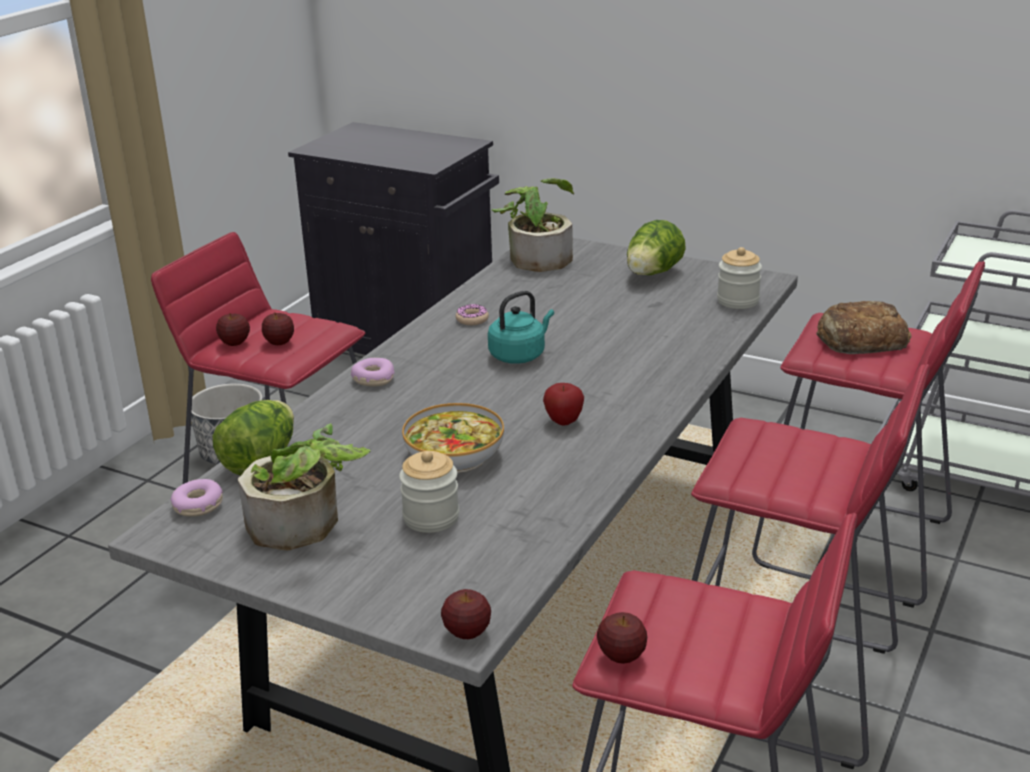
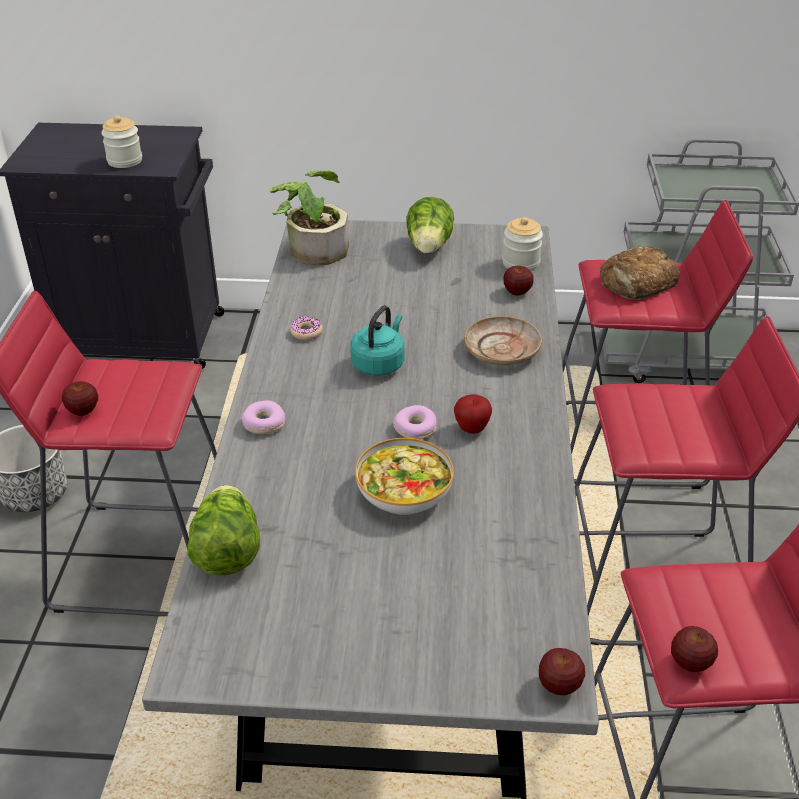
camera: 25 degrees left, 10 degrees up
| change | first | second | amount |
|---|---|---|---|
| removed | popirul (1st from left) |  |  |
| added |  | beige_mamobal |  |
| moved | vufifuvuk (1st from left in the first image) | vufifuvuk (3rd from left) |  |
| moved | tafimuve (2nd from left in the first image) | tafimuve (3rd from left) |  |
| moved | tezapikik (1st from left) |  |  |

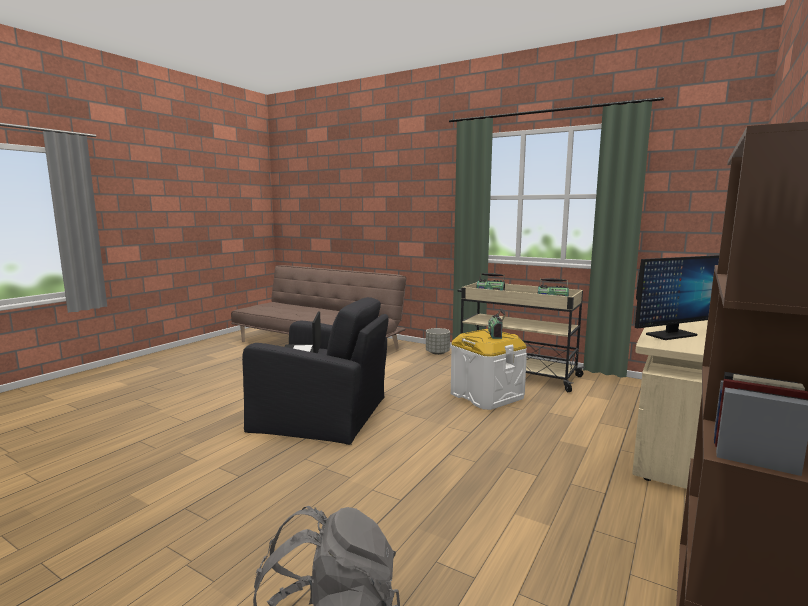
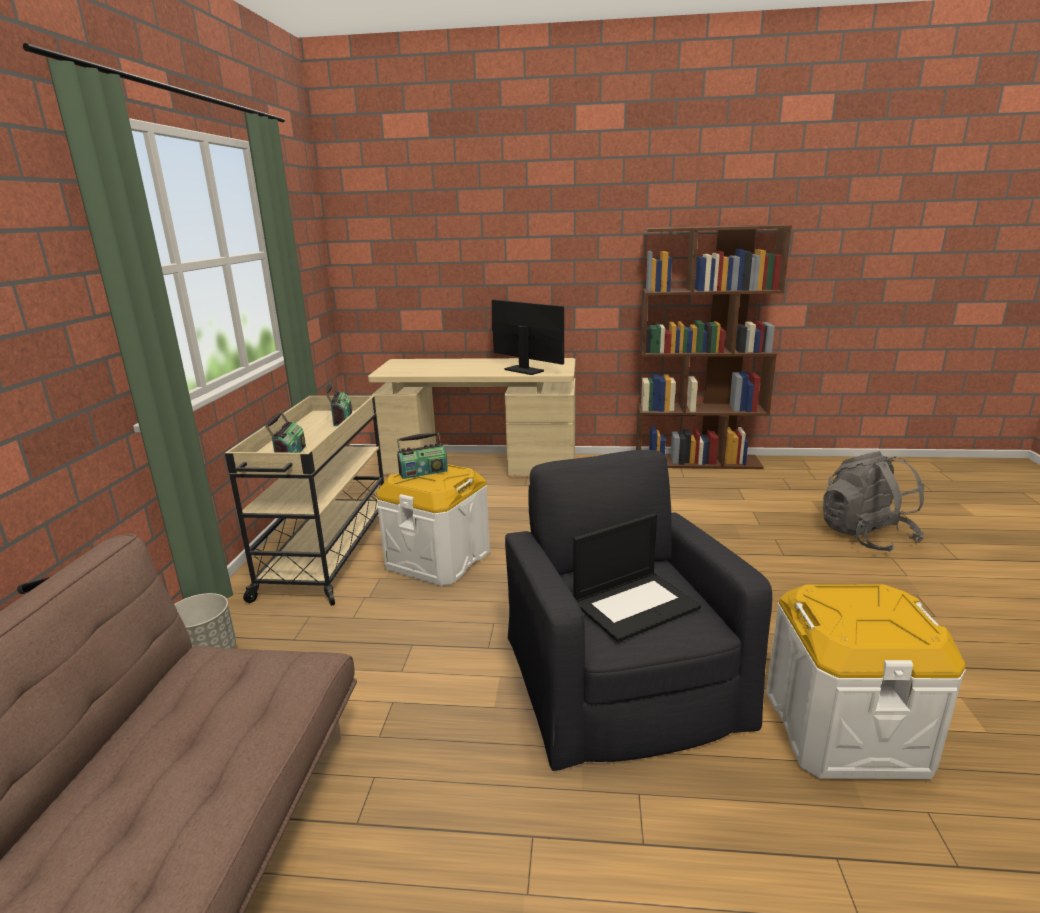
camera: 115 degrees left, 10 degrees up
| change | first | second | amount |
|---|---|---|---|
| added |  | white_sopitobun (2nd from left) |  |

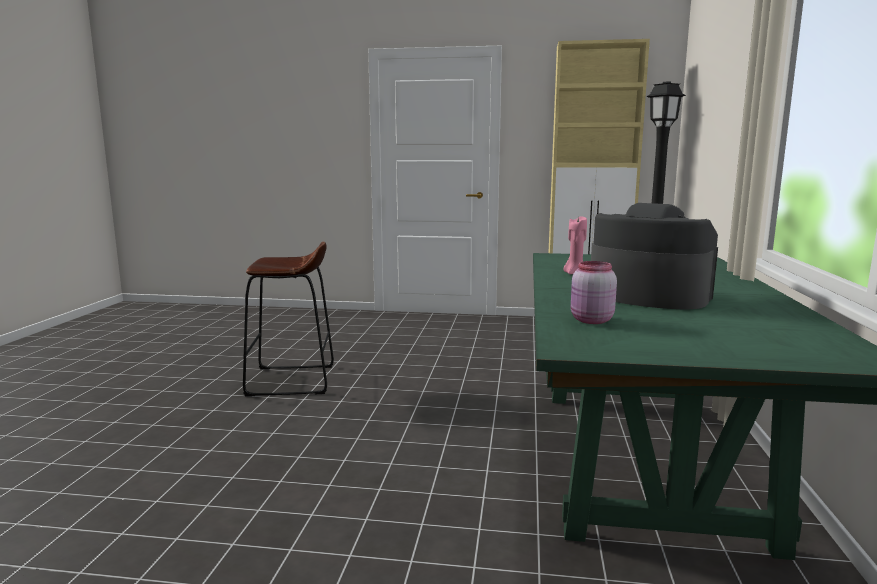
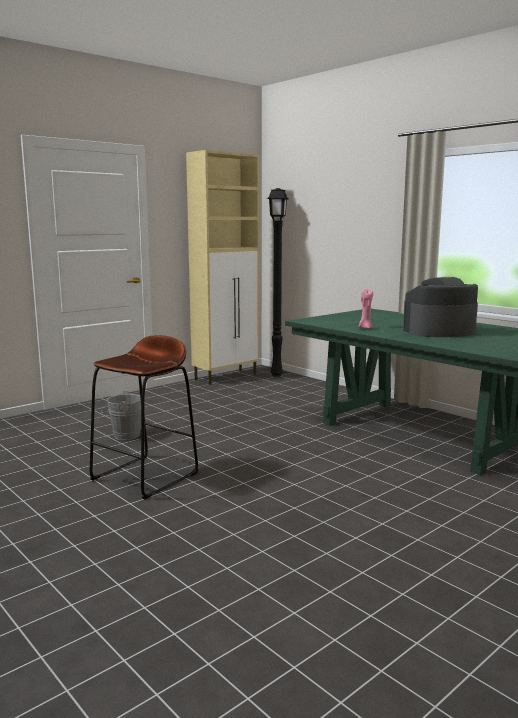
camera: 50 degrees left, 0 degrees up
| change | first | second | amount |
|---|---|---|---|
| removed | pink_tezapikik |  |  |
| added |  | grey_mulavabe |  |

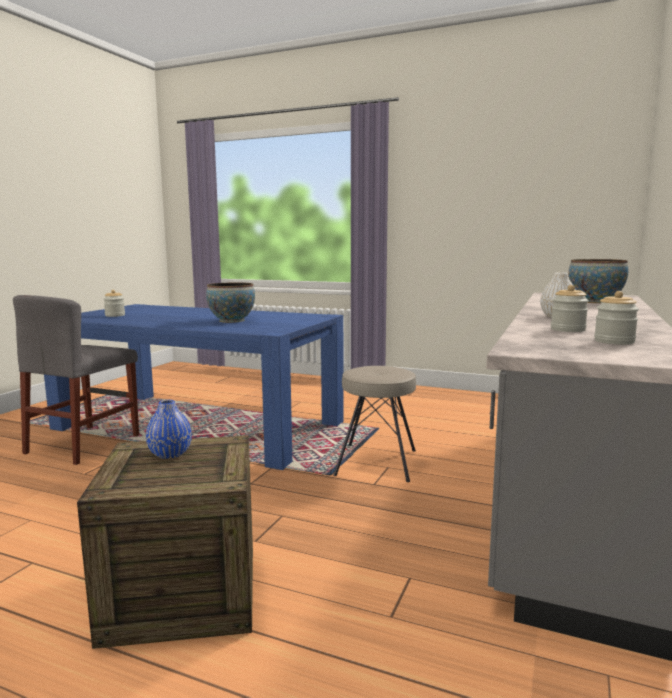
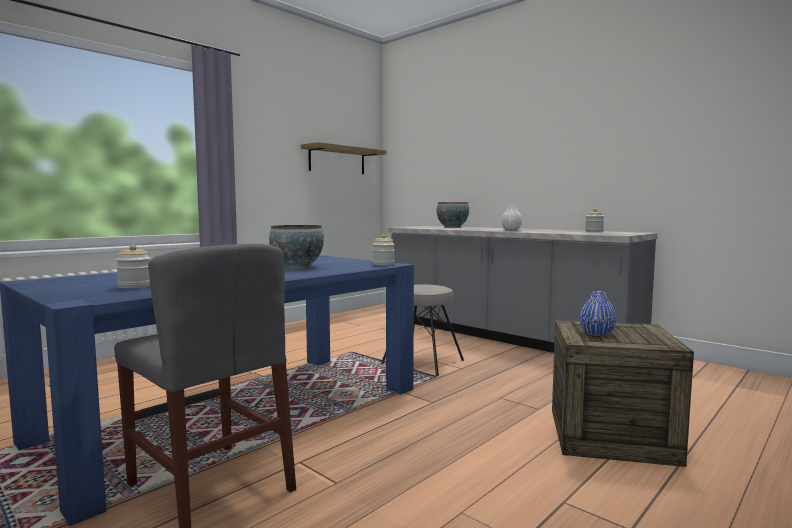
camera: 70 degrees left, 5 degrees down
| change | first | second | amount |
|---|---|---|---|
| added |  | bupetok |  |
| moved | tezapikik (2nd from left) |  |  |

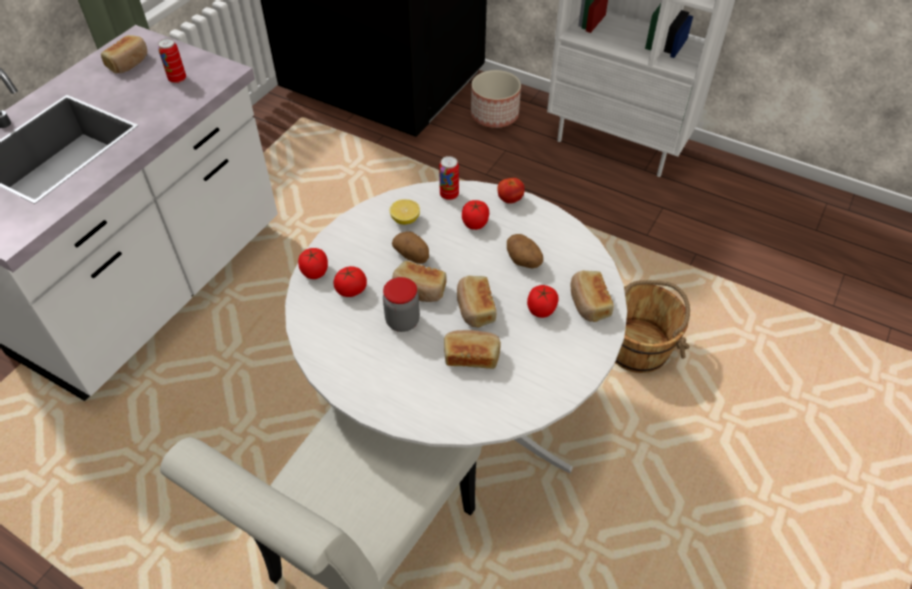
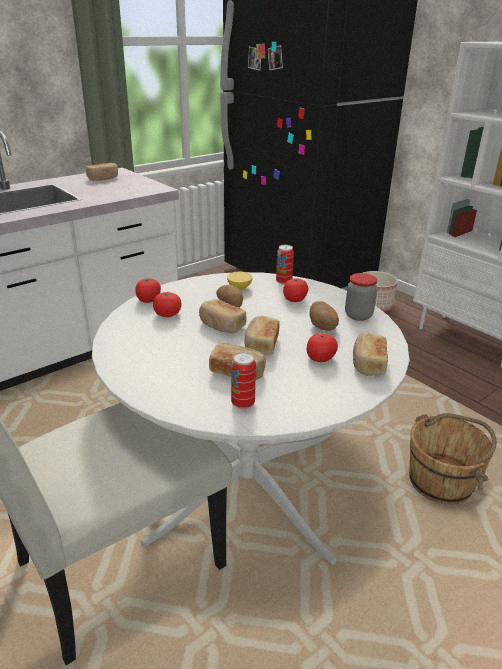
camera: 20 degrees right, 20 degrees down
| change | first | second | amount |
|---|---|---|---|
| removed | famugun (4th from left) |  |  |
| moved | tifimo (1st from left) |  |  |
| moved | tezapikik |  |  |

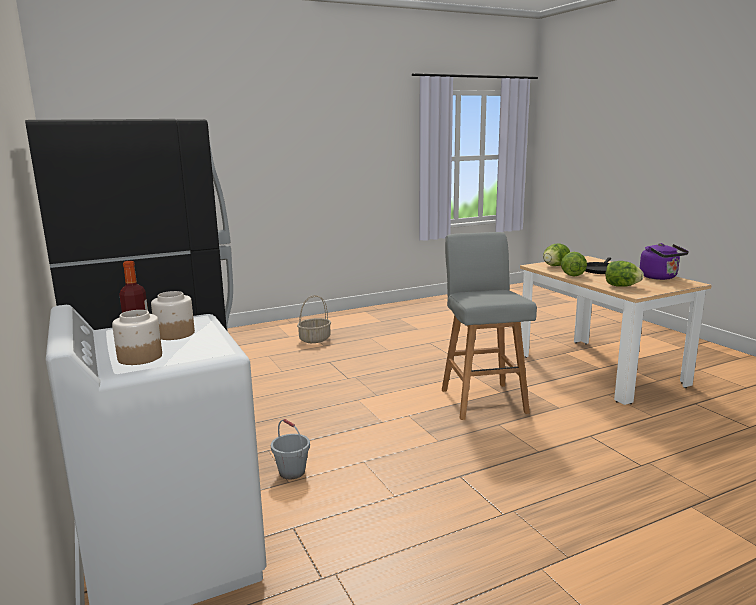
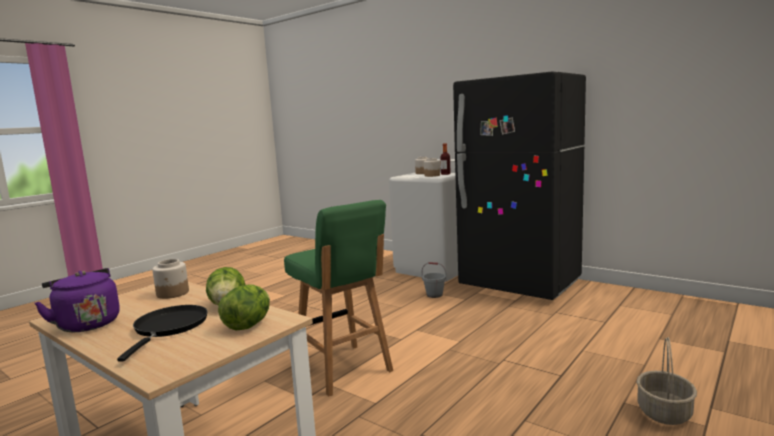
camera: 155 degrees right, 5 degrees down
| change | first | second | amount |
|---|---|---|---|
| replaced | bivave (3rd from left) | tezapikik (1st from left) |  |
| recoloured | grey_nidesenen | green_nidesenen |  |

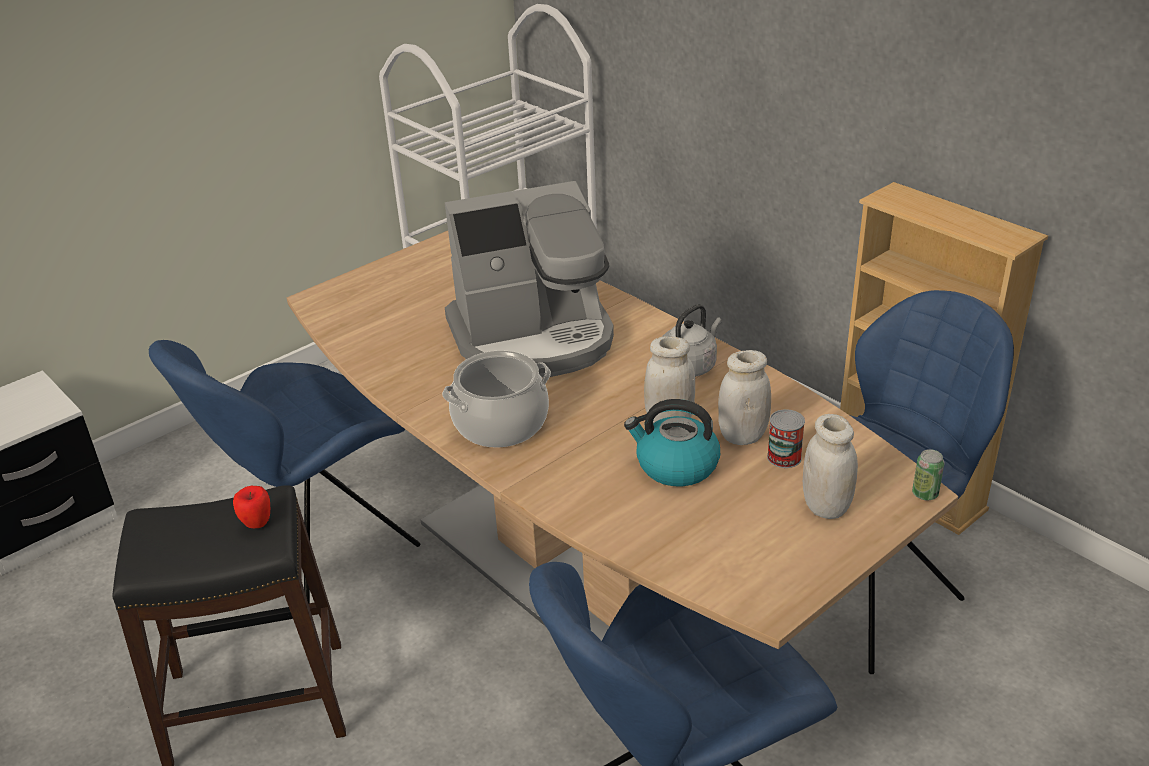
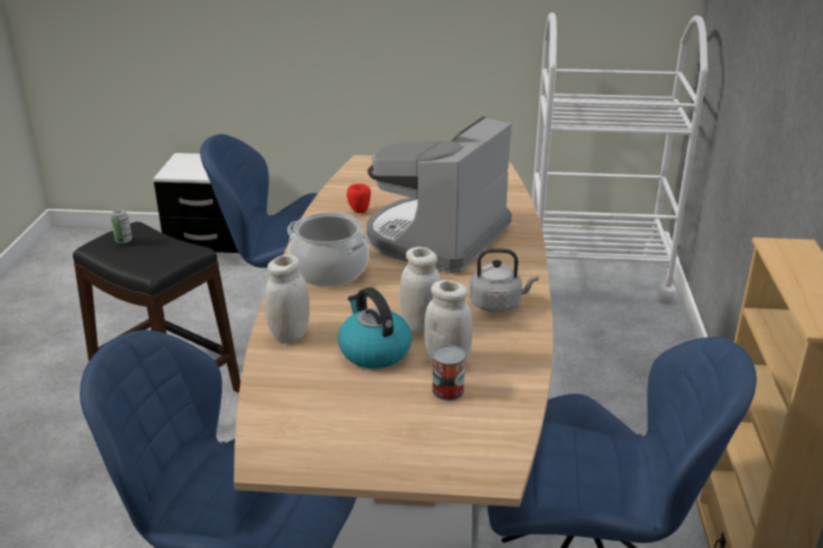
camera: 45 degrees right, 5 degrees down
| change | first | second | amount |
|---|---|---|---|
| moved | tafimuve |  |  |
| moved | white_tezapikik (3rd from left in the first image) | white_tezapikik (1st from left) |  |
| moved | tifimo (2nd from left in the first image) | tifimo (1st from left) |  |
| turned | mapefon |  | 90 degrees clockwise |

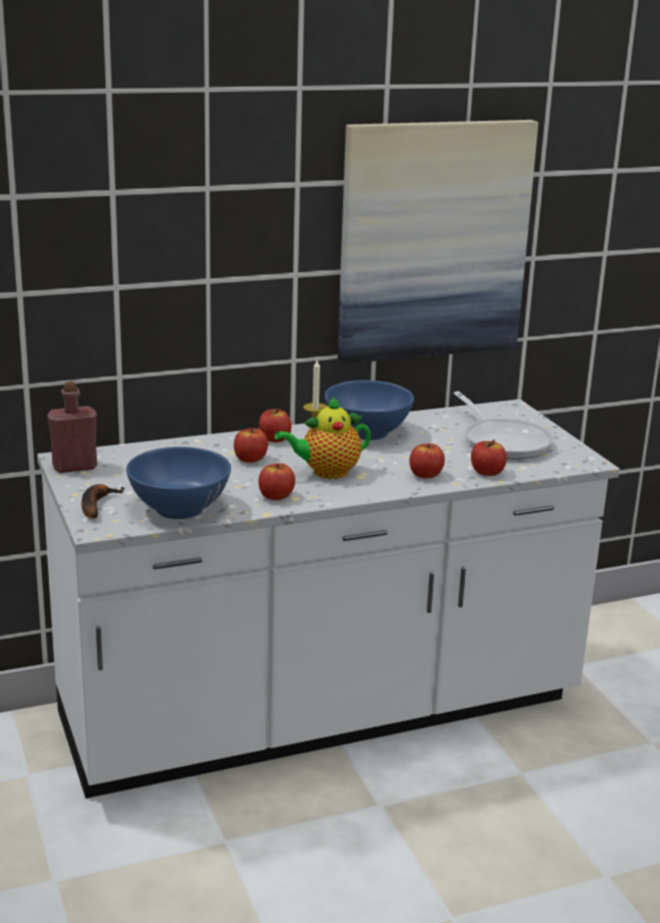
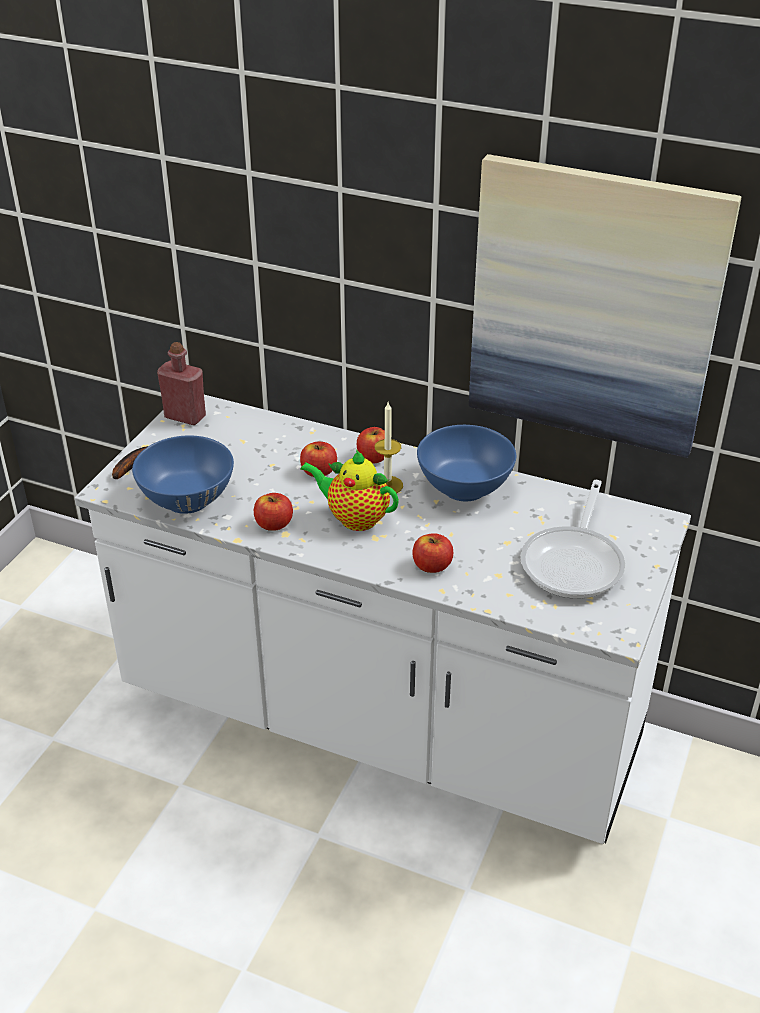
camera: 45 degrees right, 15 degrees up
| change | first | second | amount |
|---|---|---|---|
| removed | tafimuve (5th from left) |  |  |

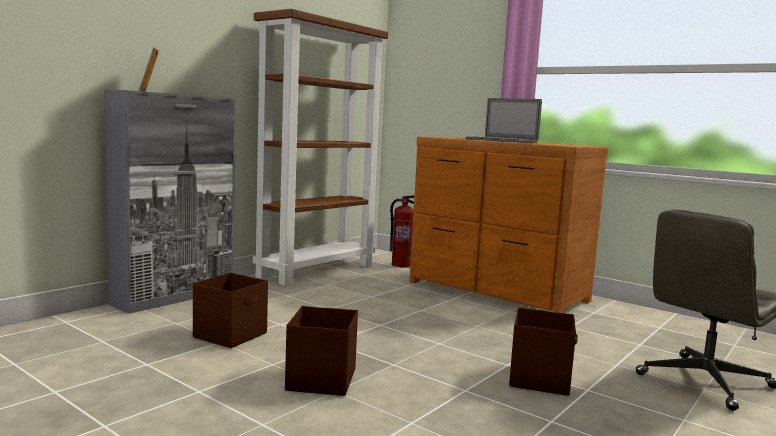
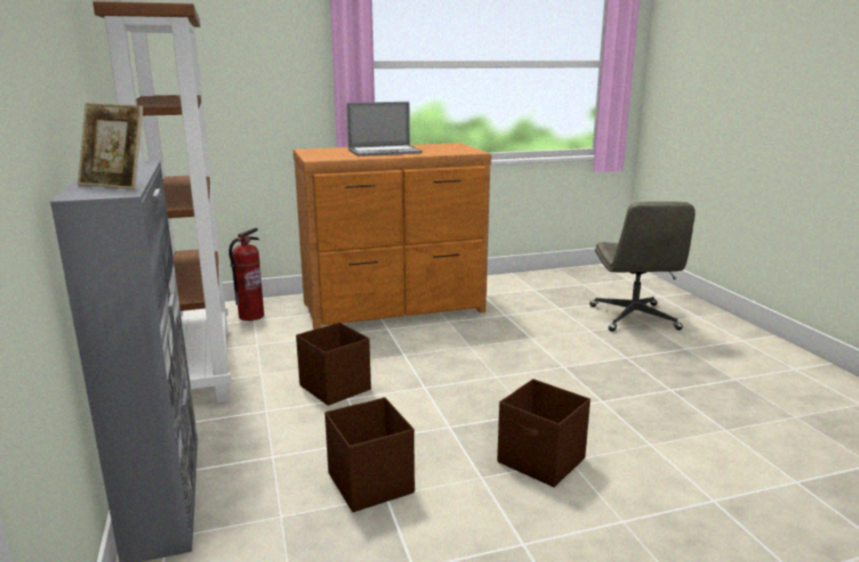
camera: 55 degrees left, 10 degrees up
| change | first | second | amount |
|---|---|---|---|
| moved | brown_sopitobun (3rd from left in the first image) | brown_sopitobun (1st from left) |  |

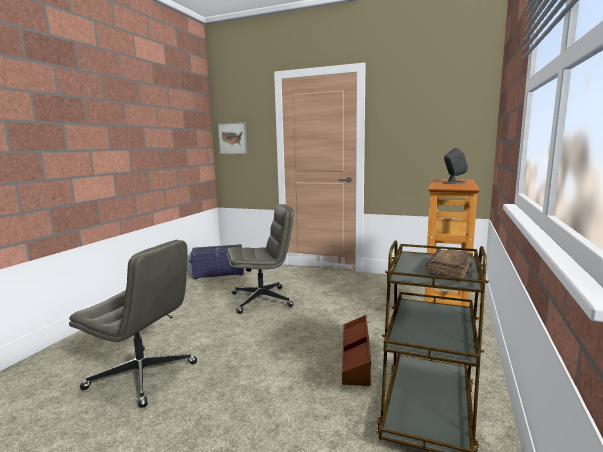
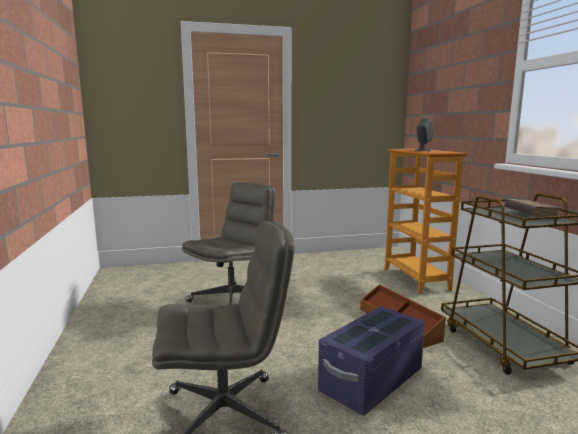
camera: 35 degrees left, 0 degrees up
| change | first | second | amount |
|---|---|---|---|
| removed | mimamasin |  |  |
| moved | purple_sopitobun |  |  |

